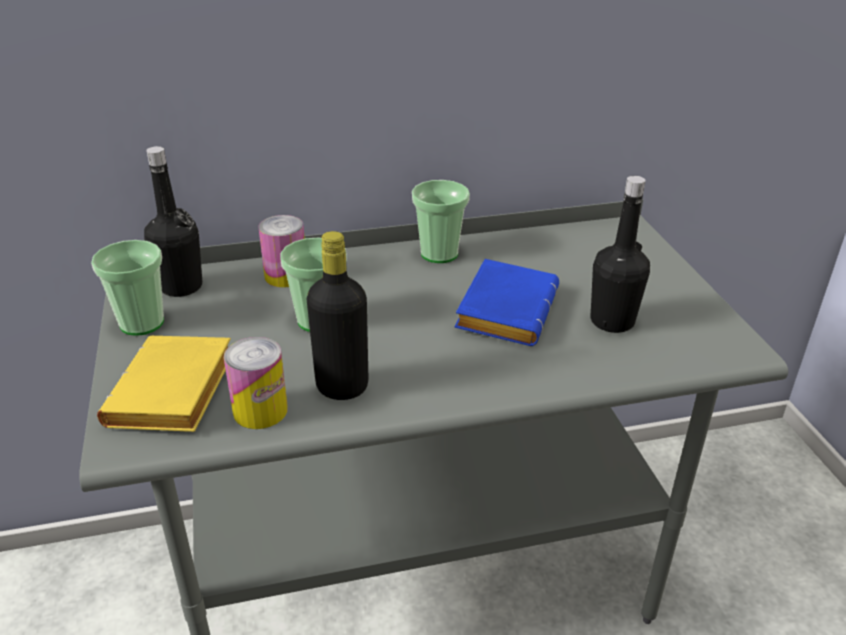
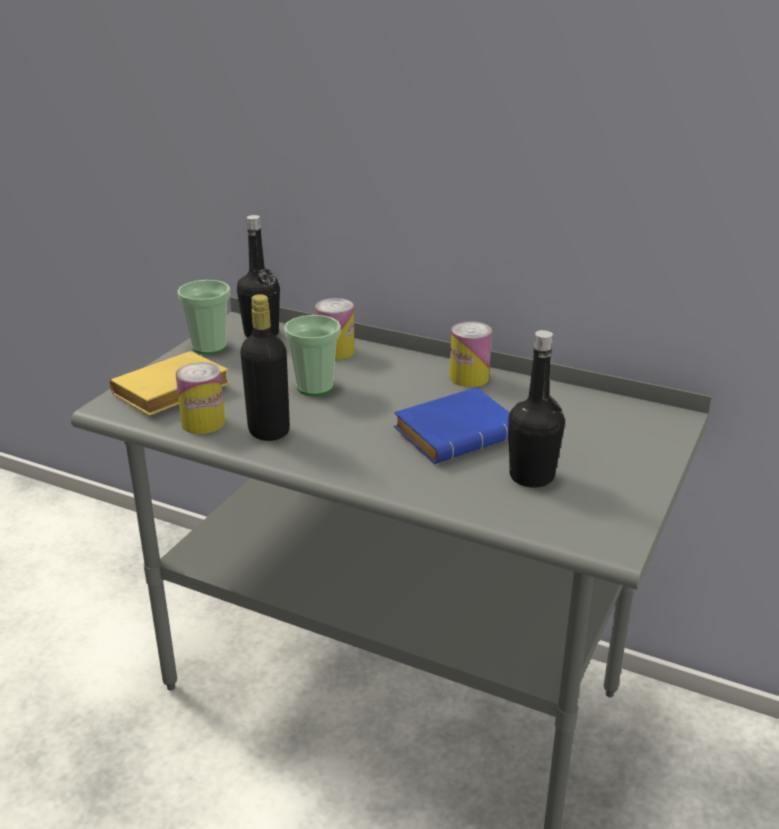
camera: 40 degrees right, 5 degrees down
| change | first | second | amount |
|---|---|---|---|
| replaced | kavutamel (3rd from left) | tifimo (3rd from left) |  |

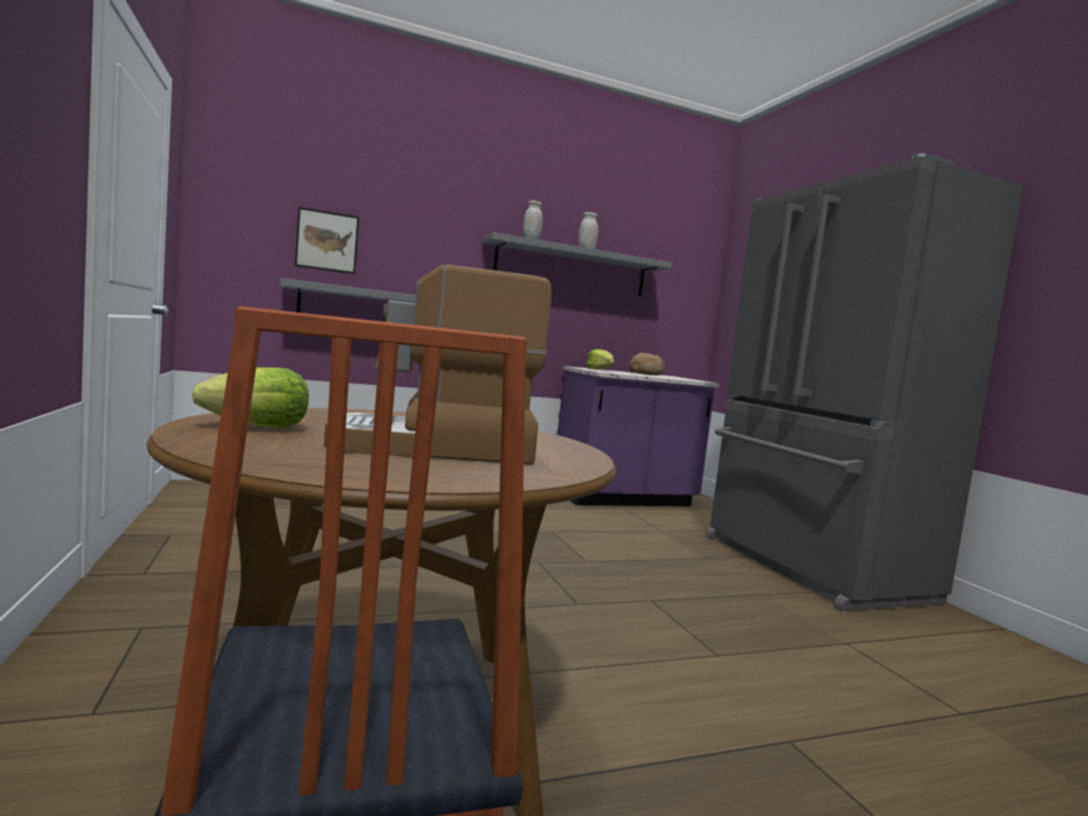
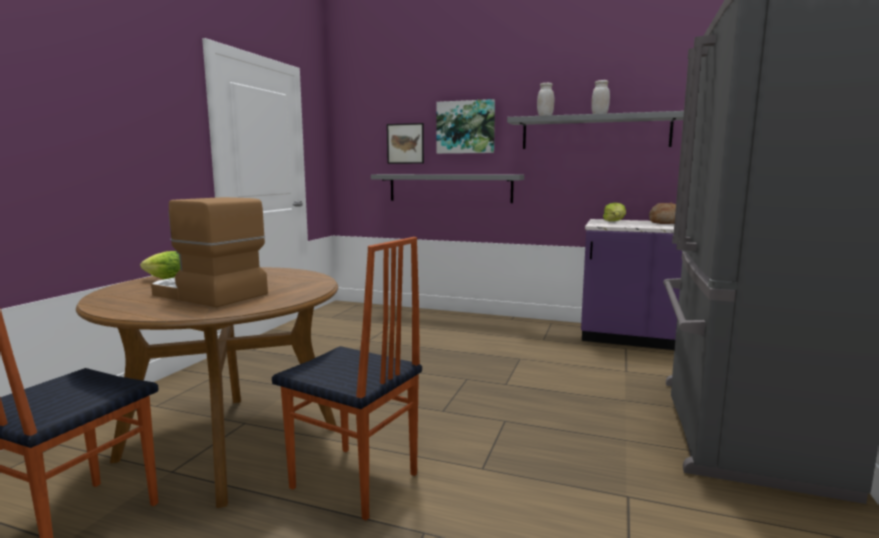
camera: 40 degrees right, 5 degrees up
| change | first | second | amount |
|---|---|---|---|
| added |  | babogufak (2nd from left) |  |
| added |  | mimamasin (2nd from left) |  |

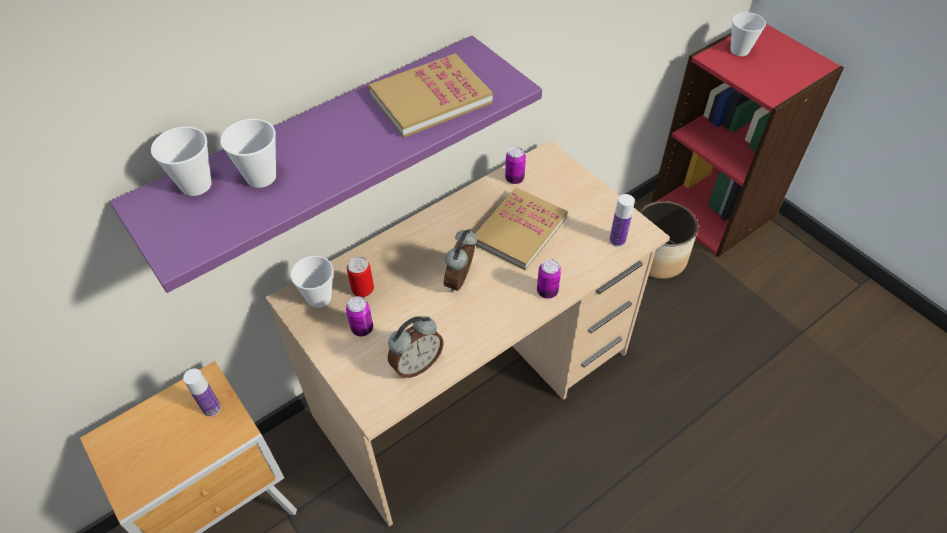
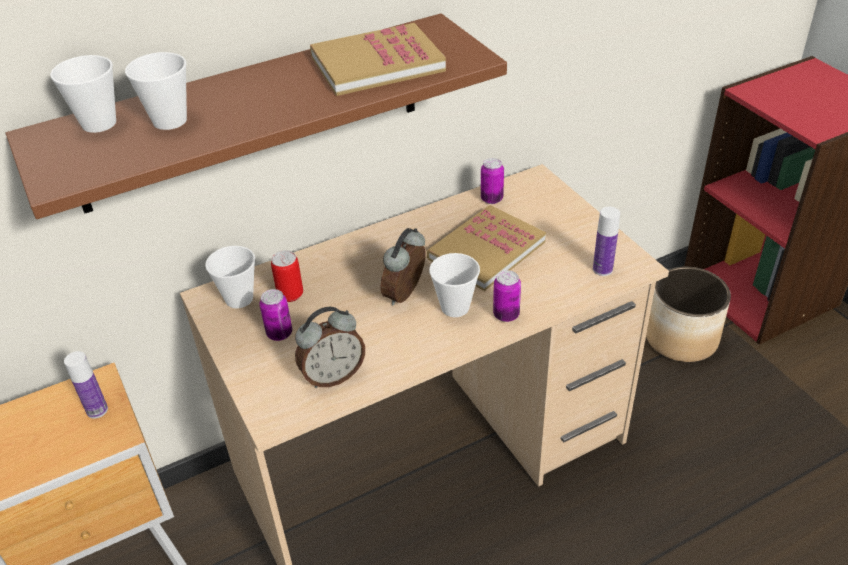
camera: 10 degrees right, 10 degrees down
| change | first | second | amount |
|---|---|---|---|
| moved | kavutamel (4th from left) |  |  |
| recoloured | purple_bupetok | brown_bupetok |  |

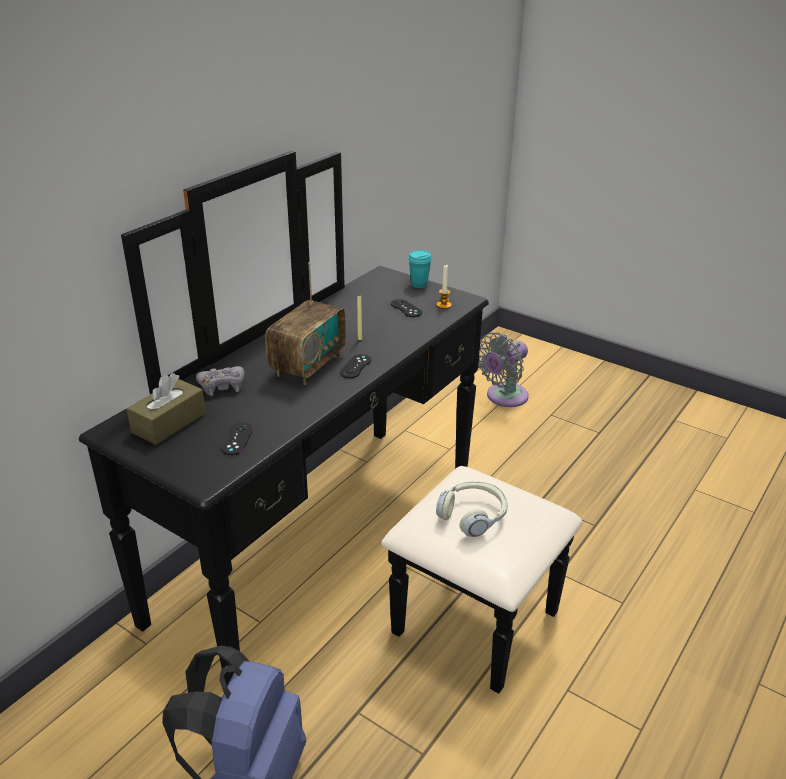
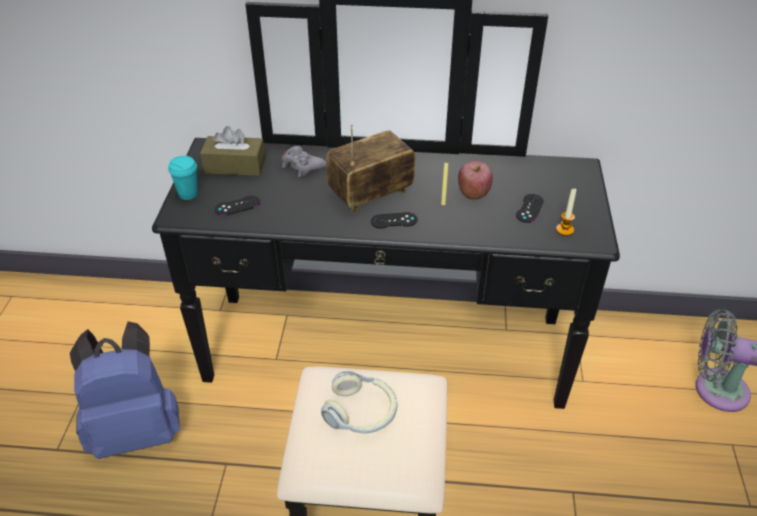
camera: 60 degrees right, 10 degrees up
| change | first | second | amount |
|---|---|---|---|
| added |  | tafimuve |  |
| moved | turquoise_kavutamel |  |  |
| turned | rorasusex |  | 150 degrees clockwise |

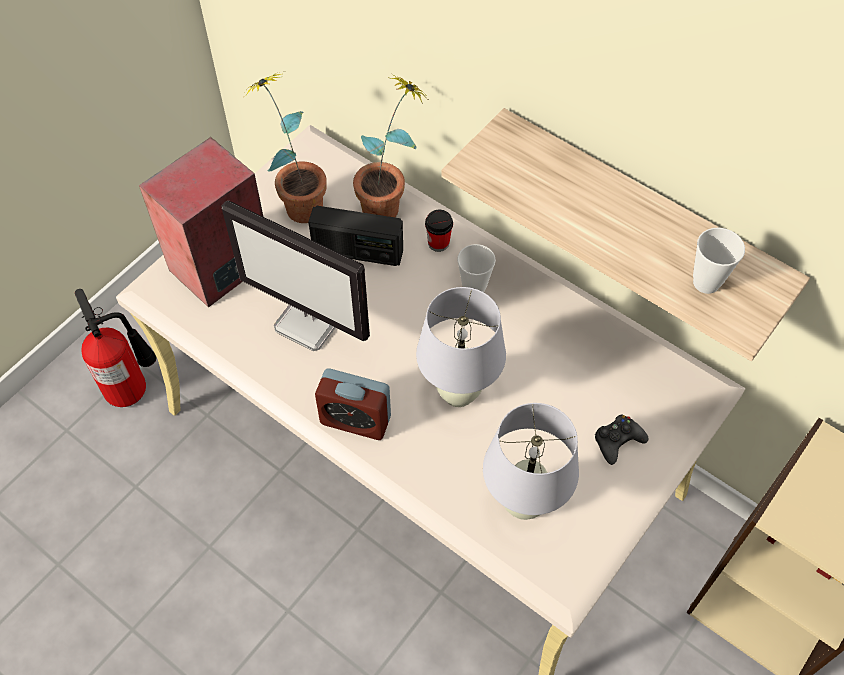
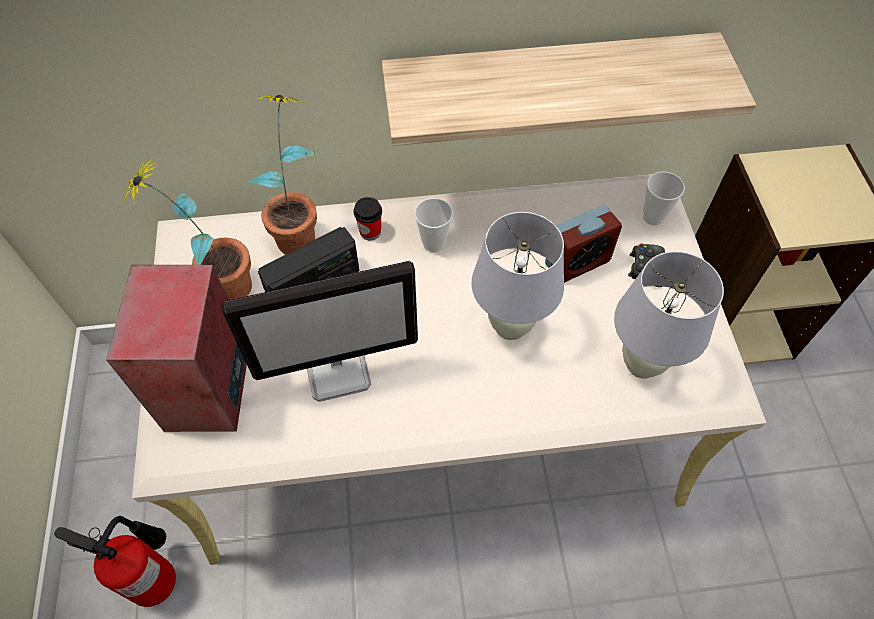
camera: 45 degrees left, 0 degrees up
| change | first | second | amount |
|---|---|---|---|
| moved | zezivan |  |  |
| moved | kavutamel (3rd from left) |  |  |

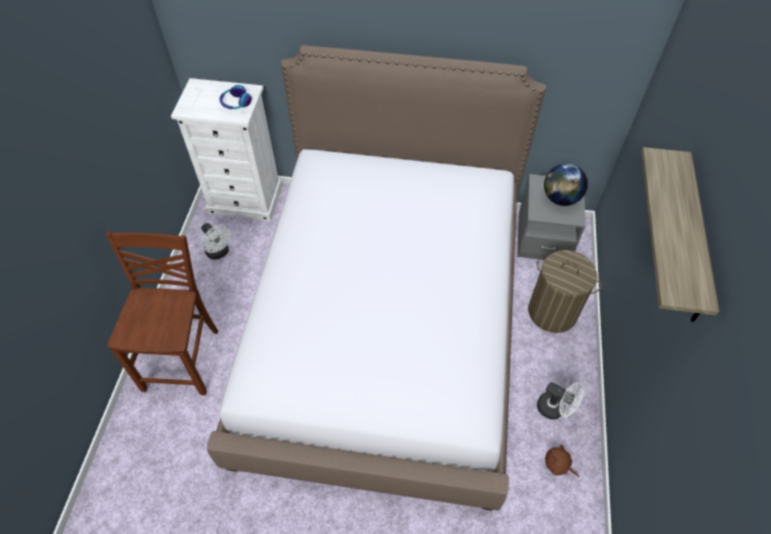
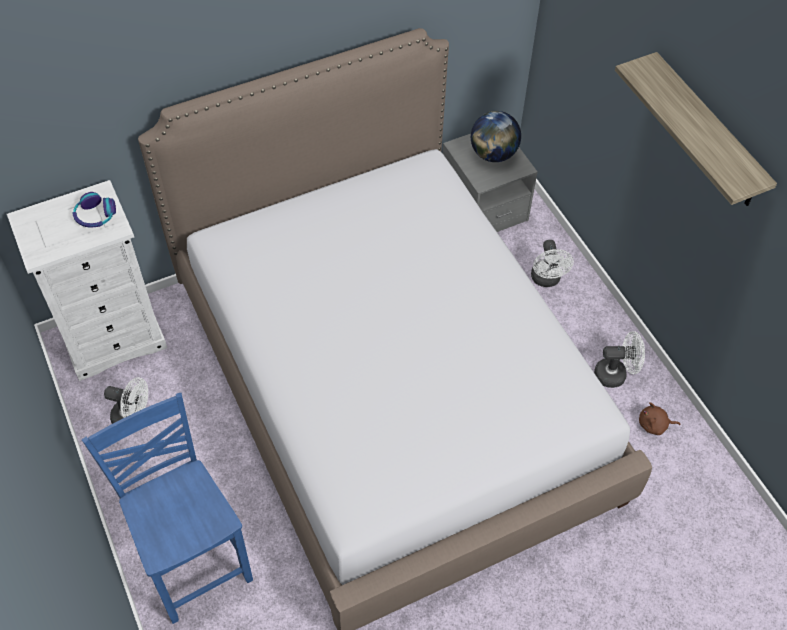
camera: 35 degrees left, 0 degrees up
| change | first | second | amount |
|---|---|---|---|
| replaced | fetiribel | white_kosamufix (2nd from left) |  |
| recoloured | brown_babogufak | blue_babogufak |  |

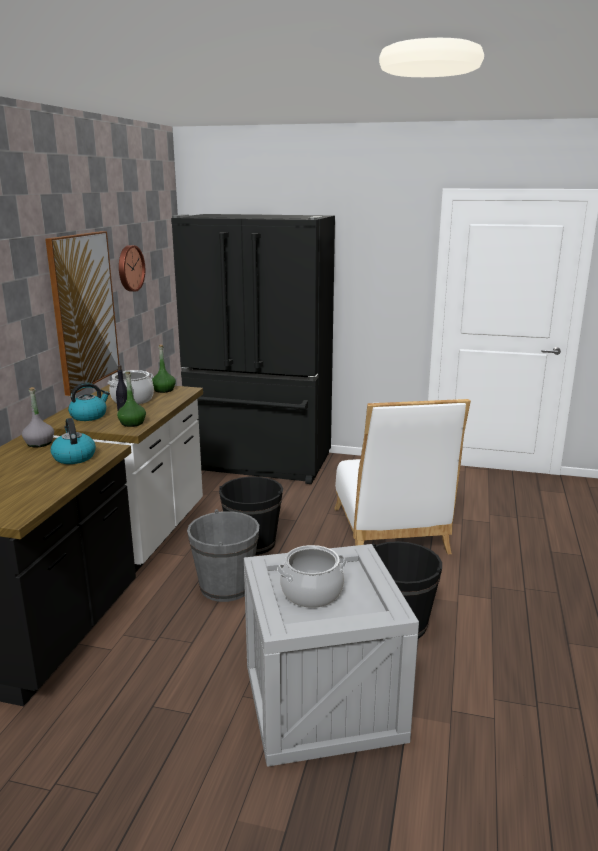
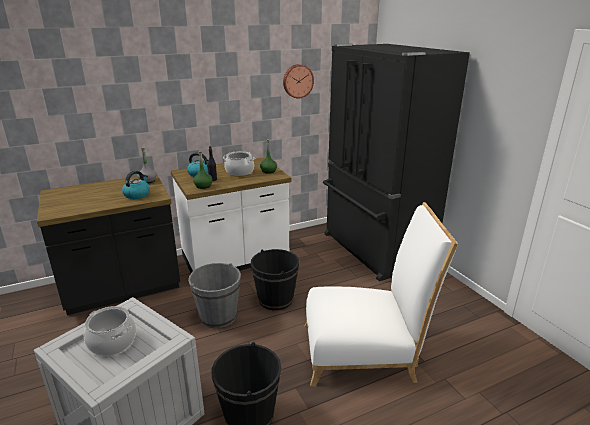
camera: 50 degrees right, 5 degrees up
| change | first | second | amount |
|---|---|---|---|
| removed | mimamasin |  |  |
| turned | white_babogufak |  | 135 degrees counterclockwise |

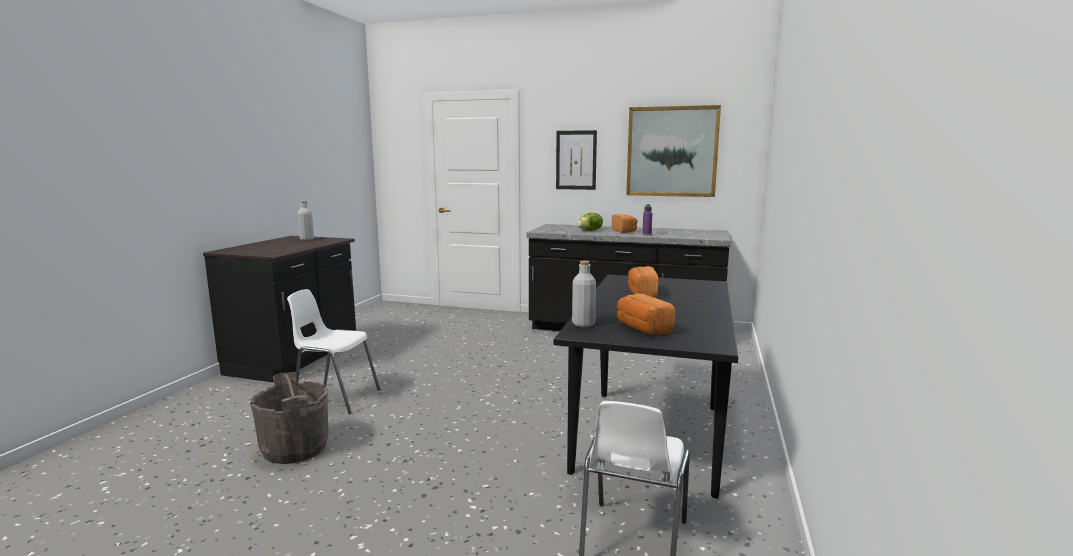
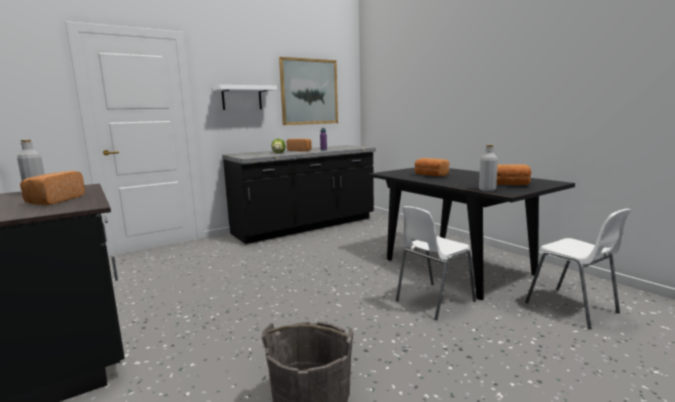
camera: 50 degrees left, 0 degrees up
| change | first | second | amount |
|---|---|---|---|
| added |  | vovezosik (1st from left) |  |
| moved | white_babogufak (1st from left) |  |  |
| replaced | mimamasin (1st from left) | white_bupetok |  |

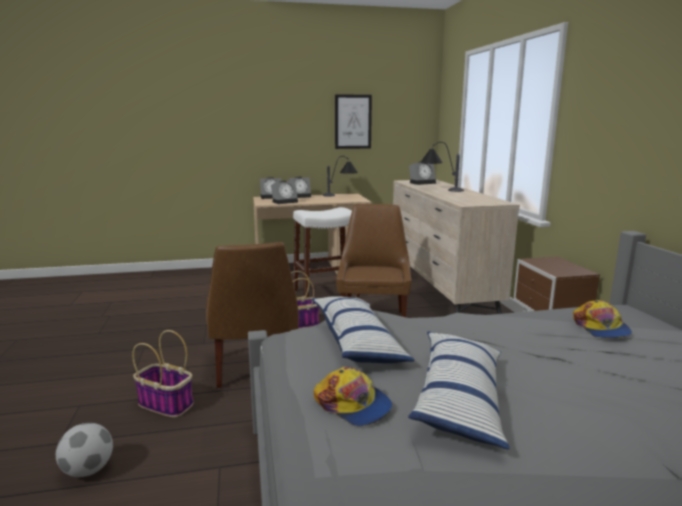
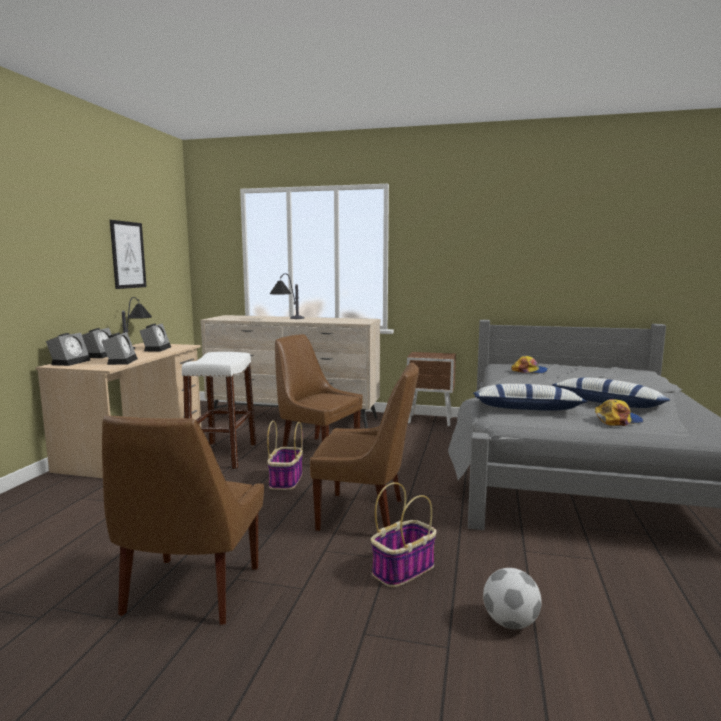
camera: 65 degrees left, 5 degrees down
| change | first | second | amount |
|---|---|---|---|
| added |  | brown_babogufak (1st from left) |  |
| moved | zezivan (4th from left) |  |  |

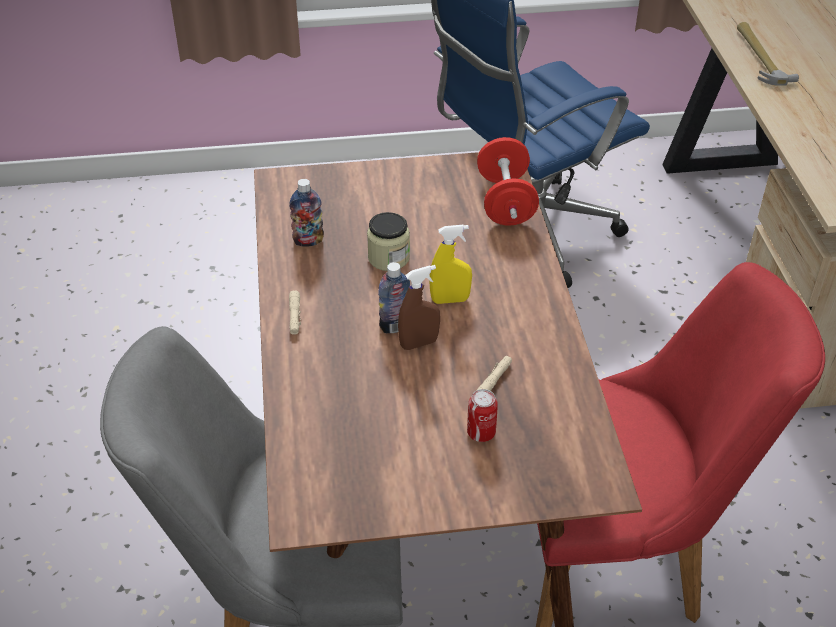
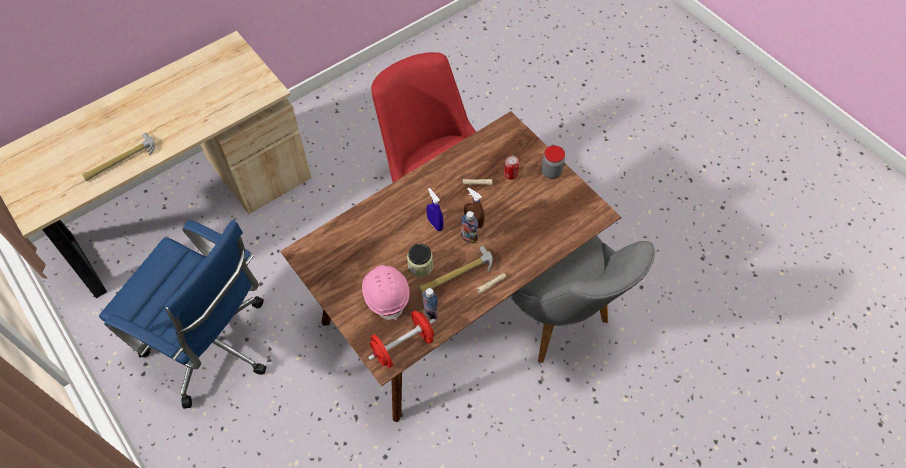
camera: 120 degrees left, 15 degrees up
| change | first | second | amount |
|---|---|---|---|
| added |  | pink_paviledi |  |
| added |  | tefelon (2nd from left) |  |
| added |  | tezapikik (2nd from left) |  |
| moved | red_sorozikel |  |  |
| recoloured | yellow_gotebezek | blue_gotebezek |  |

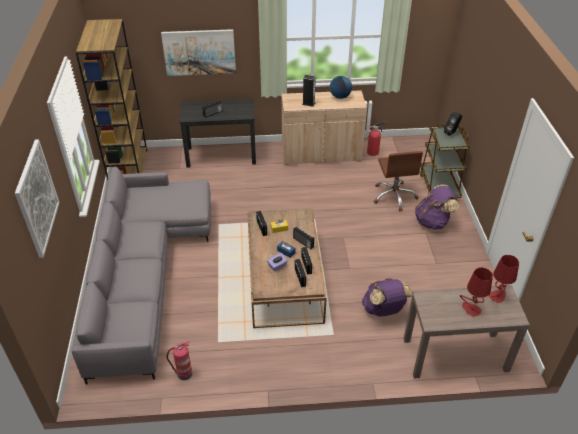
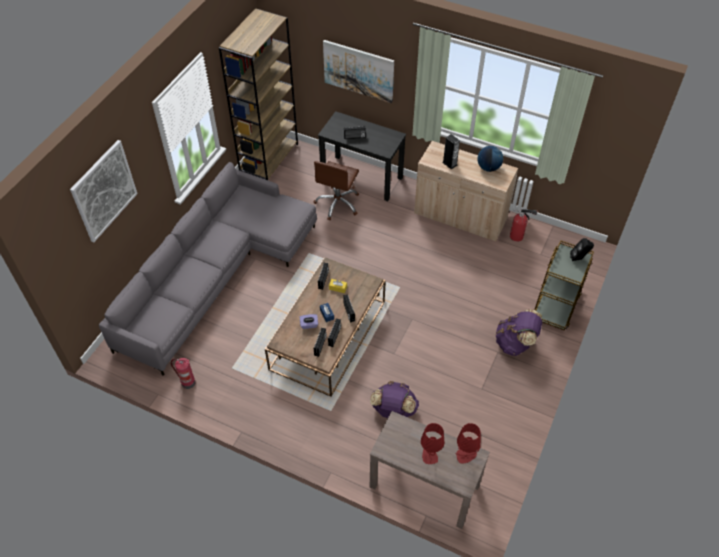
camera: 30 degrees right, 10 degrees up
| change | first | second | amount |
|---|---|---|---|
| moved | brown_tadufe |  |  |

